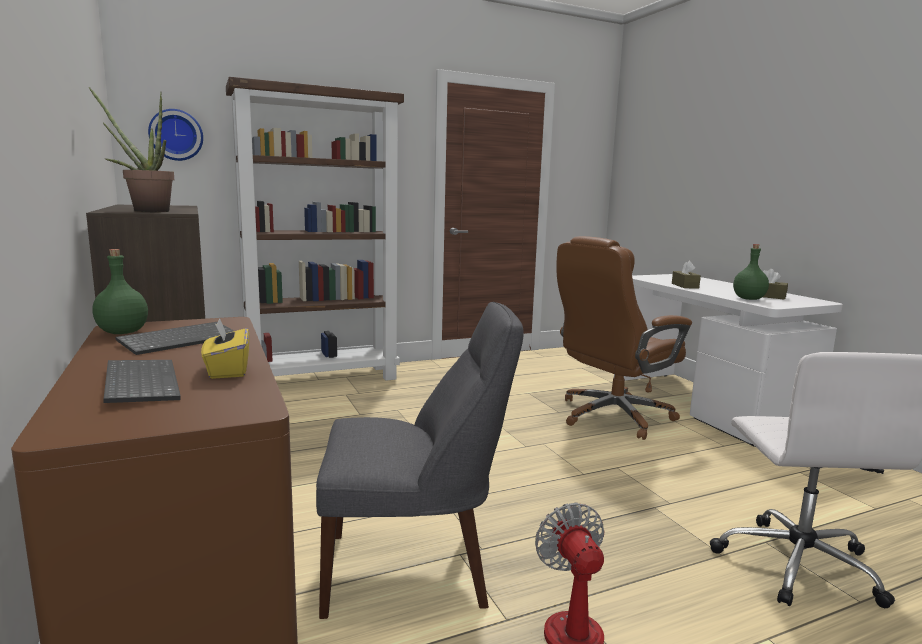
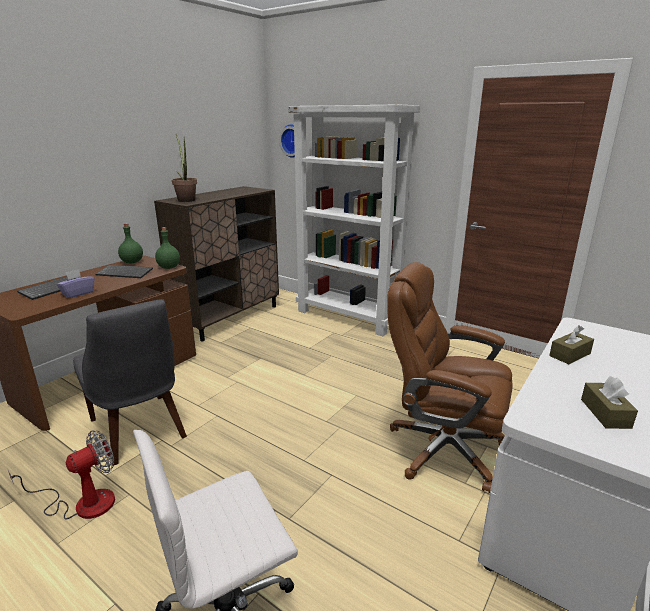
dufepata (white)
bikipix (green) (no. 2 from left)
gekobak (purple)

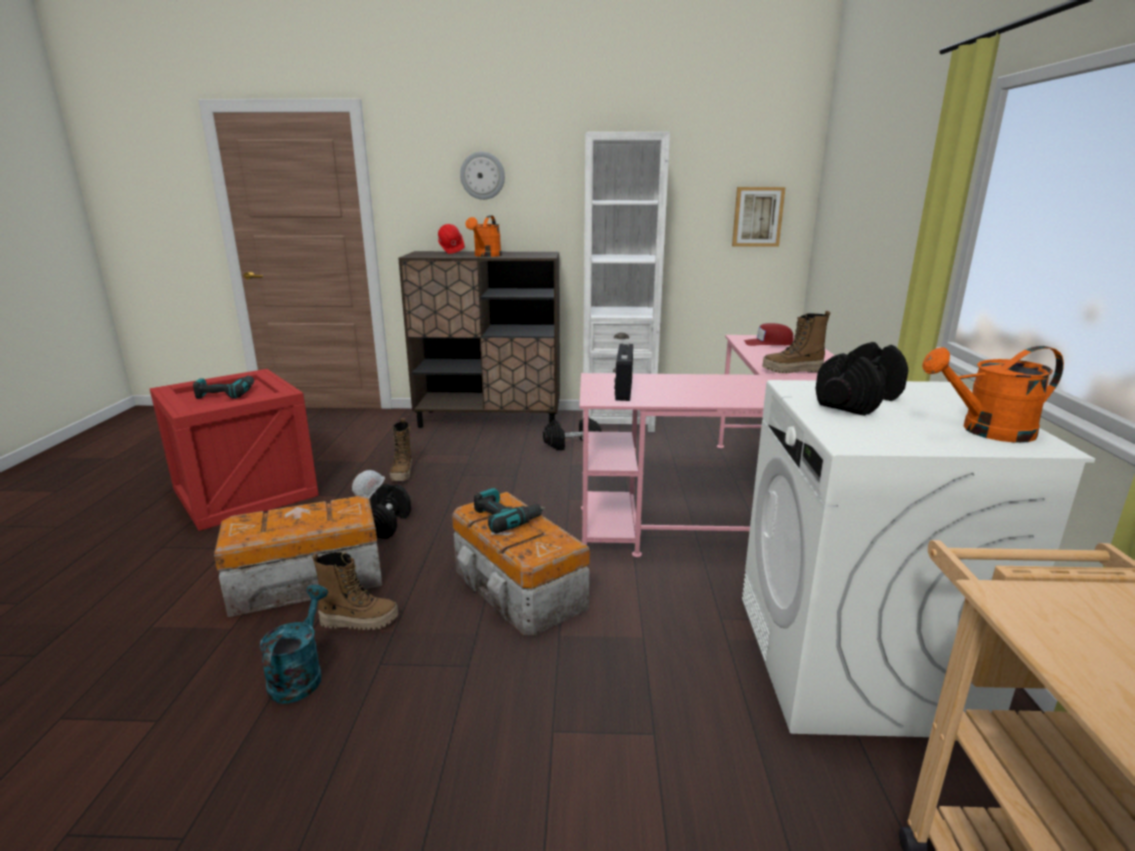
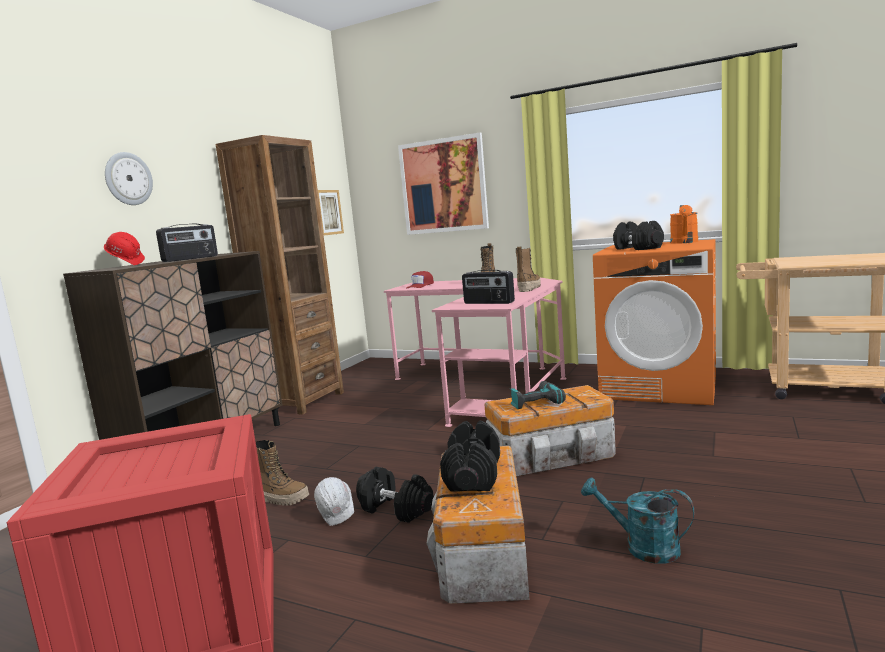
dufepata (brown)
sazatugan (no. 1 from left)
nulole (no. 1 from left in the first image)
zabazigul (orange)
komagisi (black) (no. 2 from left)
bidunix (no. 3 from left)
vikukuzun (no. 2 from left)

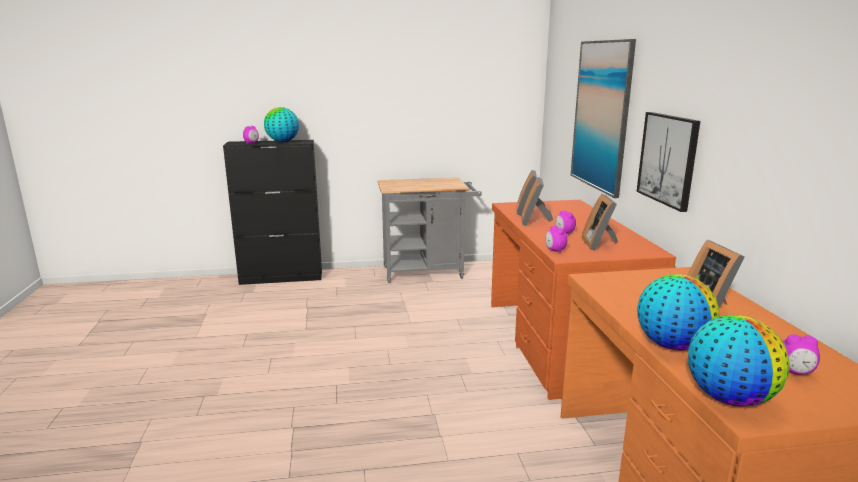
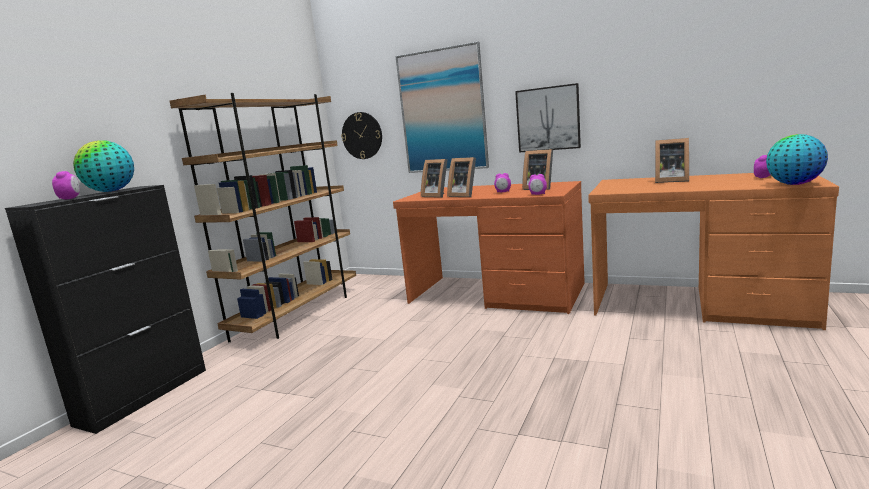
dufepata (brown)
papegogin (no. 2 from left in the first image)
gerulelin

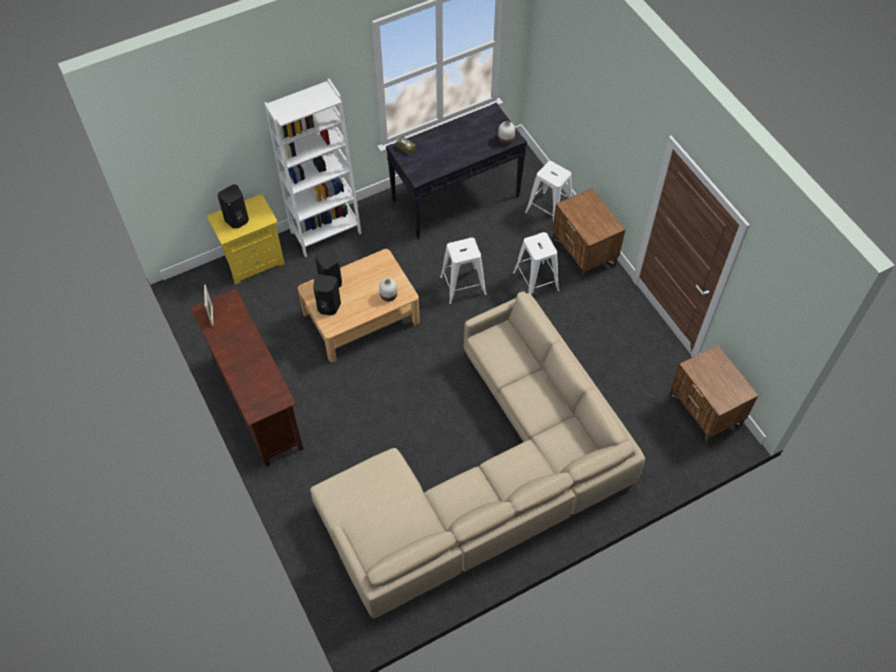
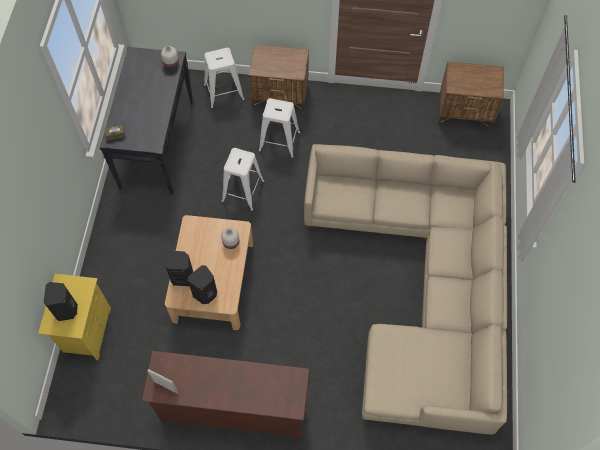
dufepata (white)

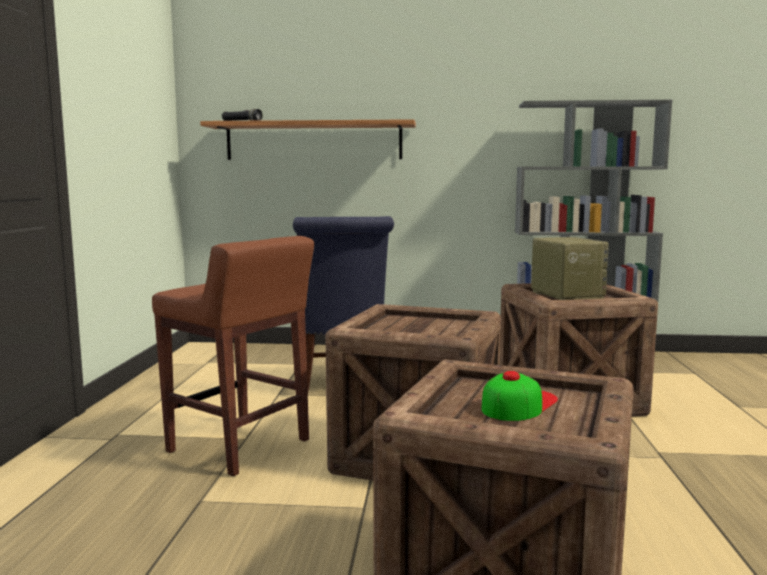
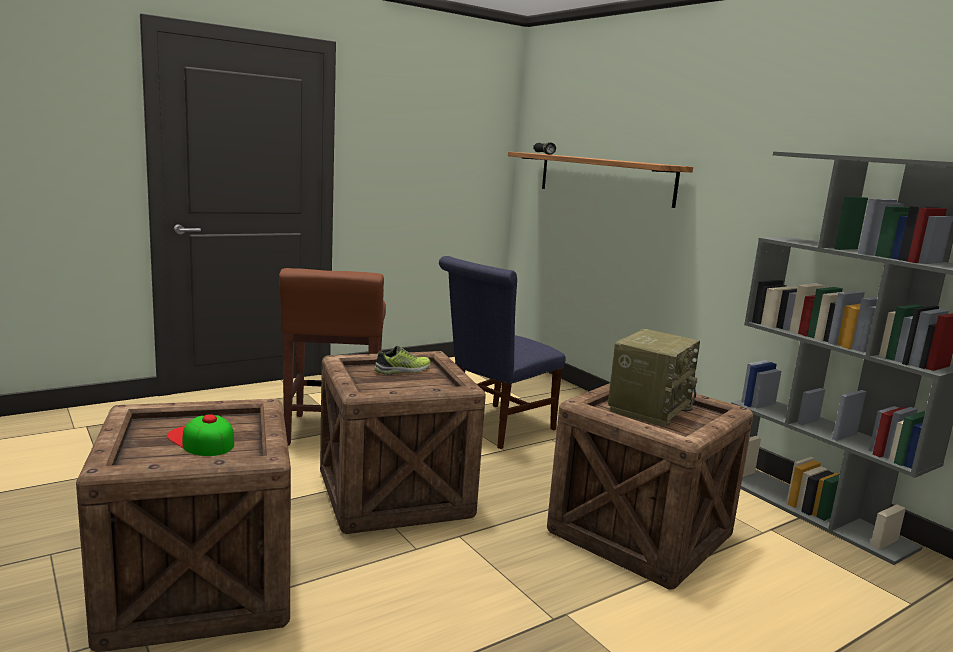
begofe
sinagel

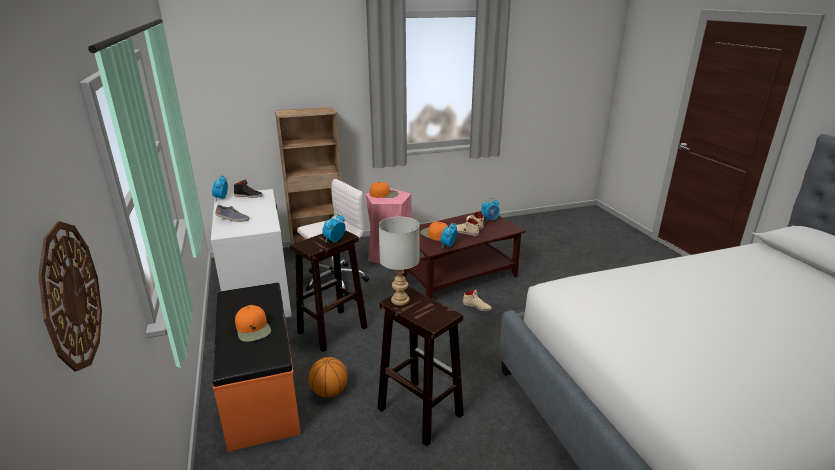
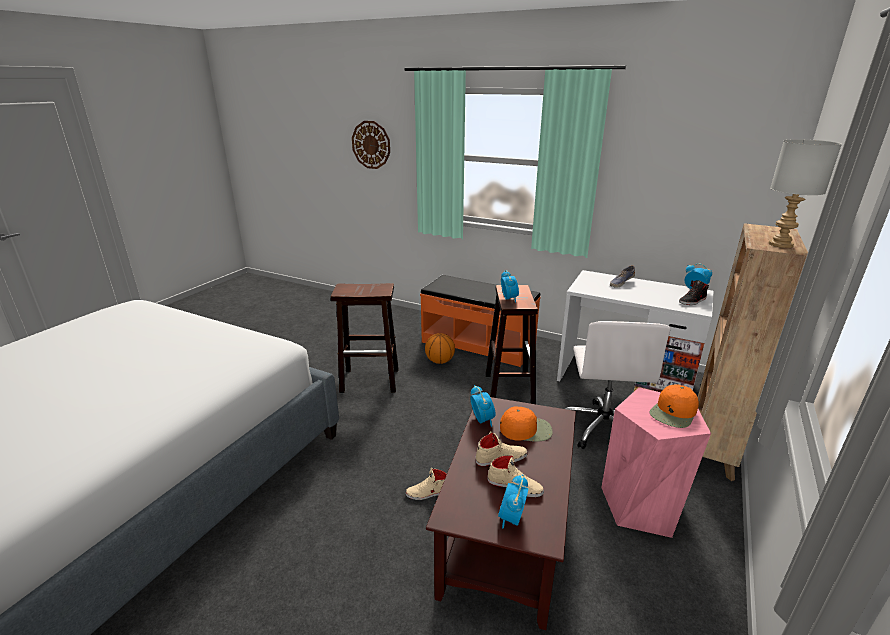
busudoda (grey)
begofe (orange) (no. 1 from left in the first image)

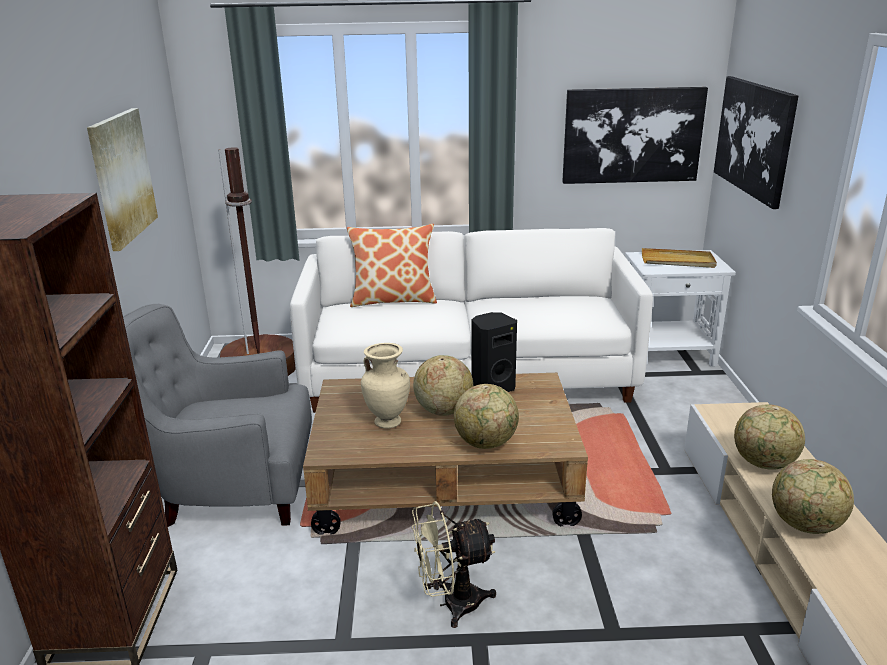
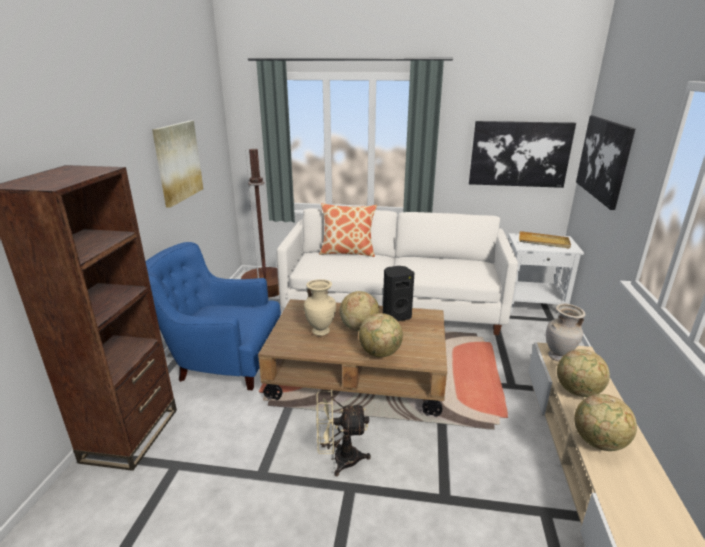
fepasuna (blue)
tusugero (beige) (no. 2 from left)

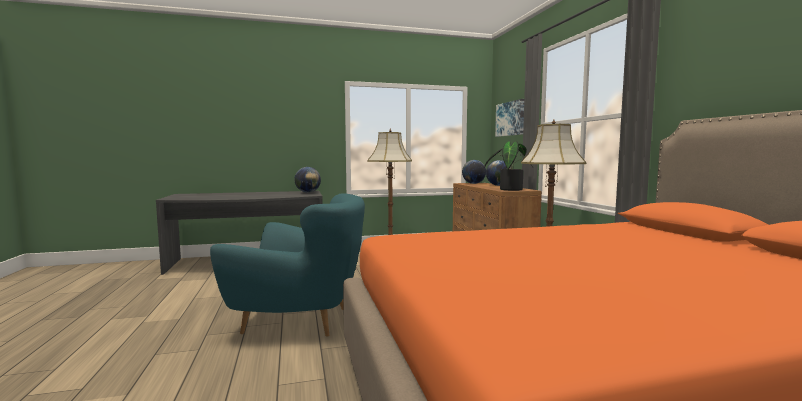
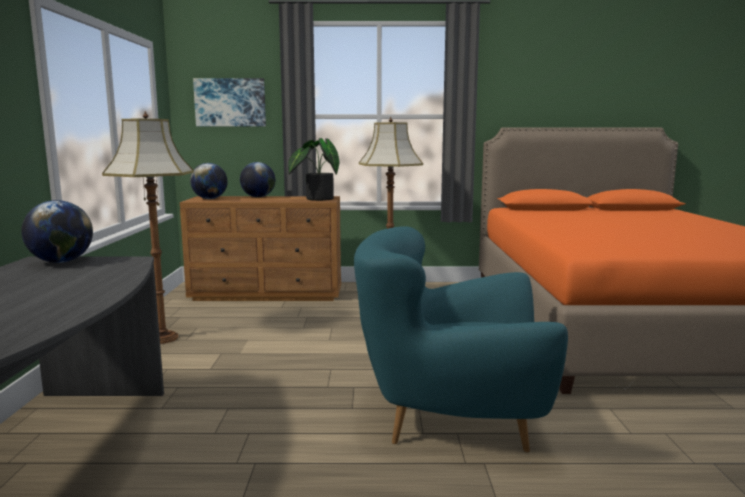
fepasuna (turquoise)

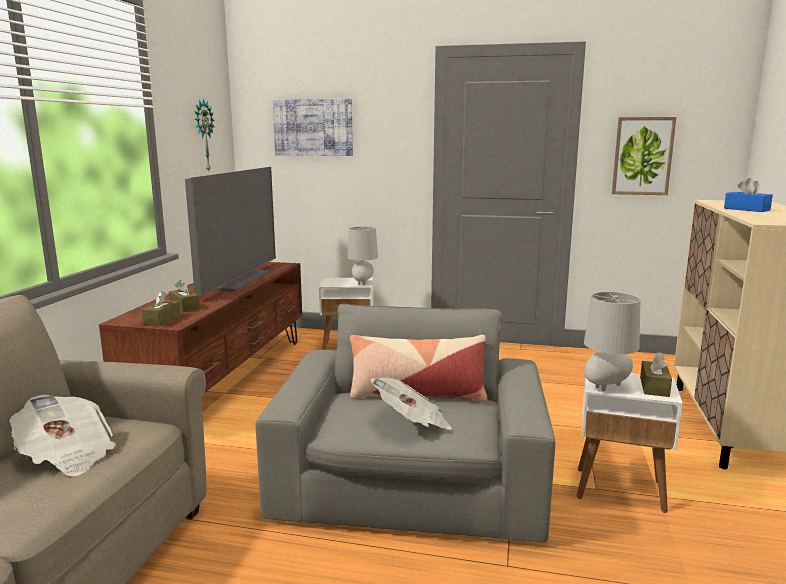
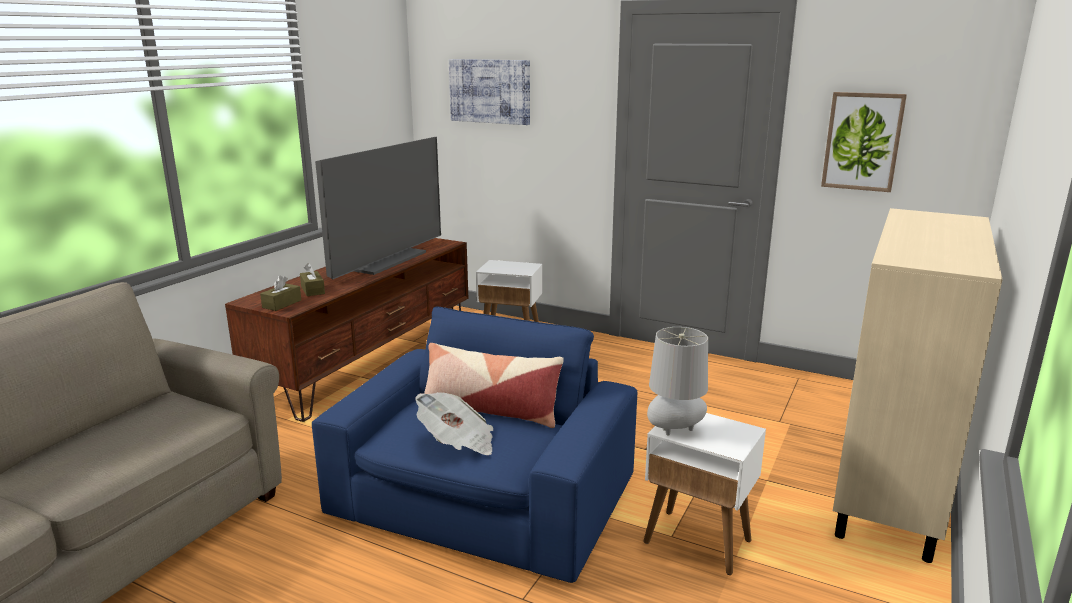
gerulelin
gekobak (blue)
busudoda (grey) (no. 1 from left in the first image)
fepasuna (blue)
gekobak (brown) (no. 3 from left in the first image)
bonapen (no. 1 from left in the first image)

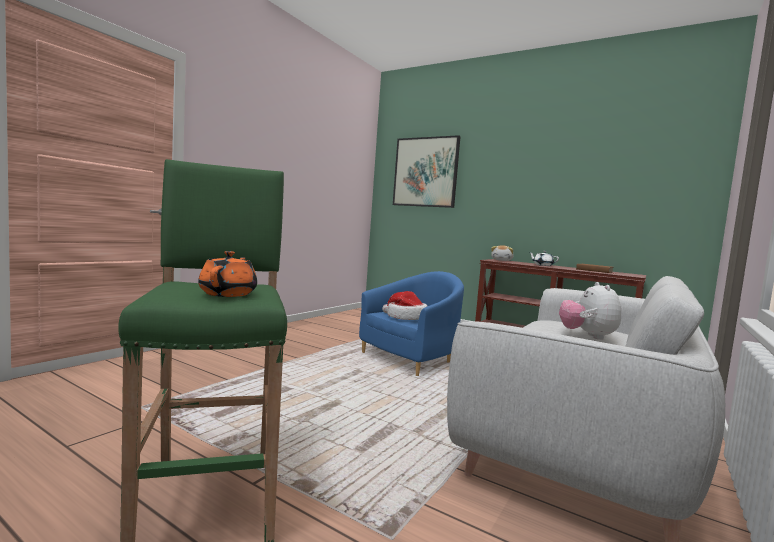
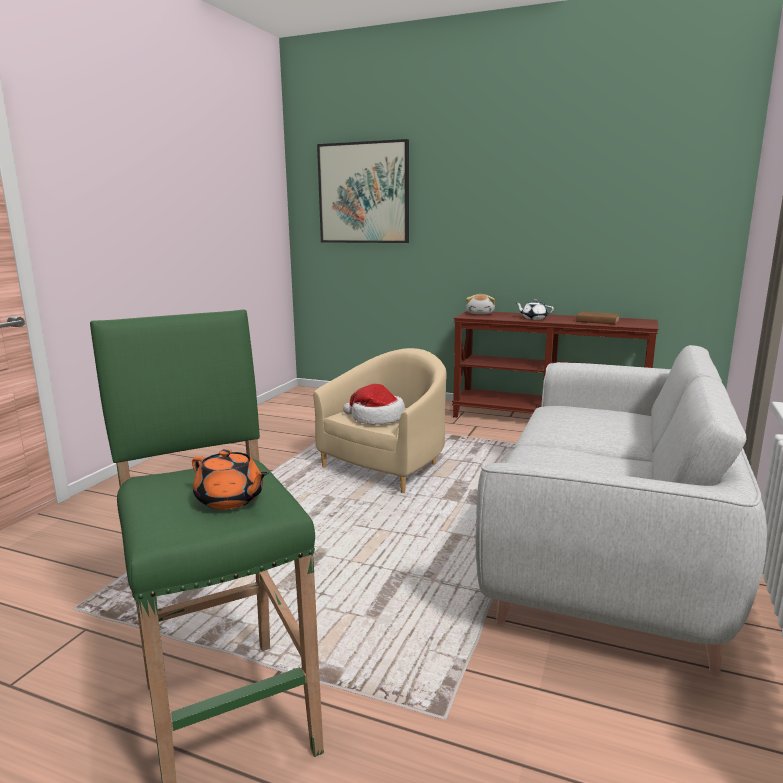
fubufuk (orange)
fepasuna (beige)
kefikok (no. 2 from left in the first image)

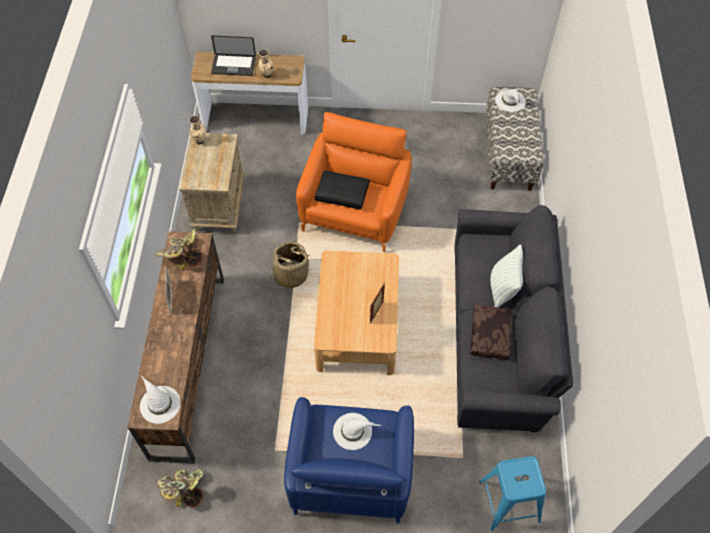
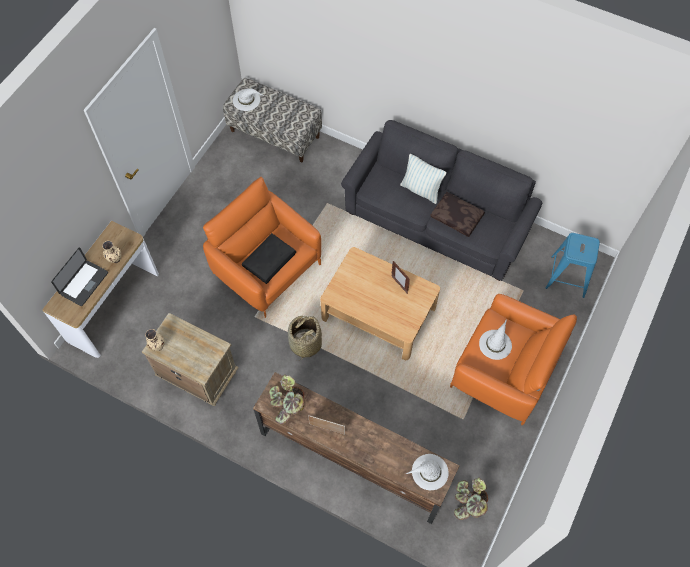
fepasuna (orange) (no. 2 from left)

